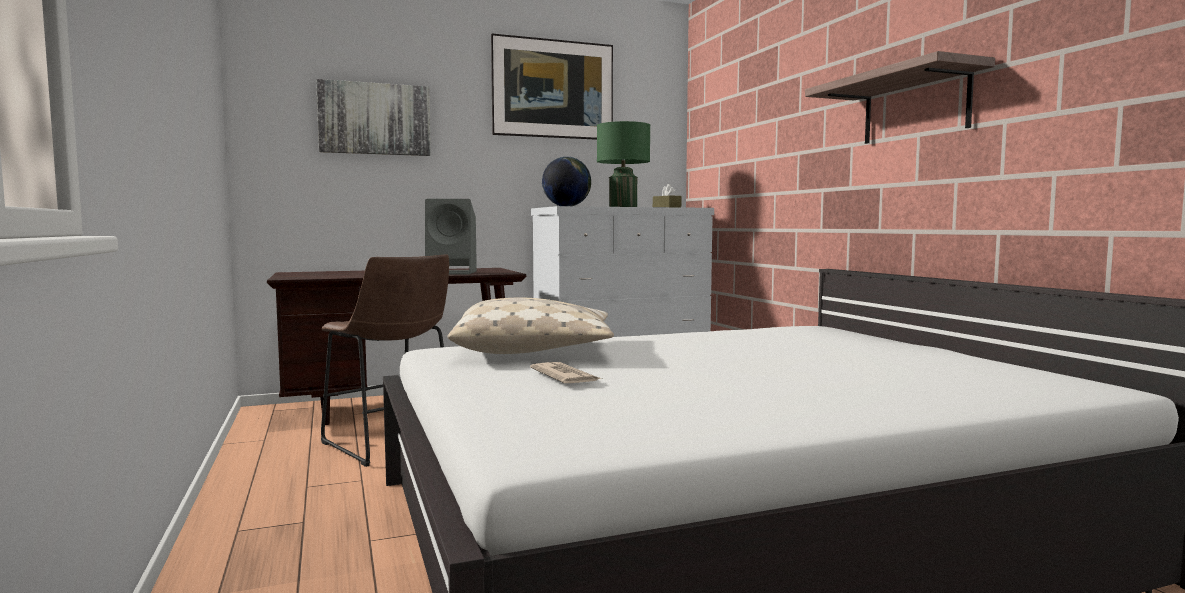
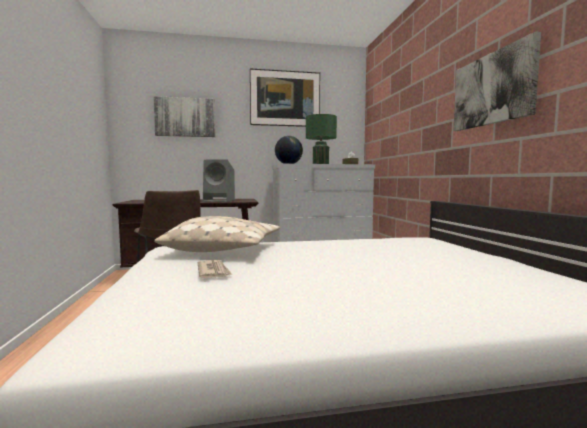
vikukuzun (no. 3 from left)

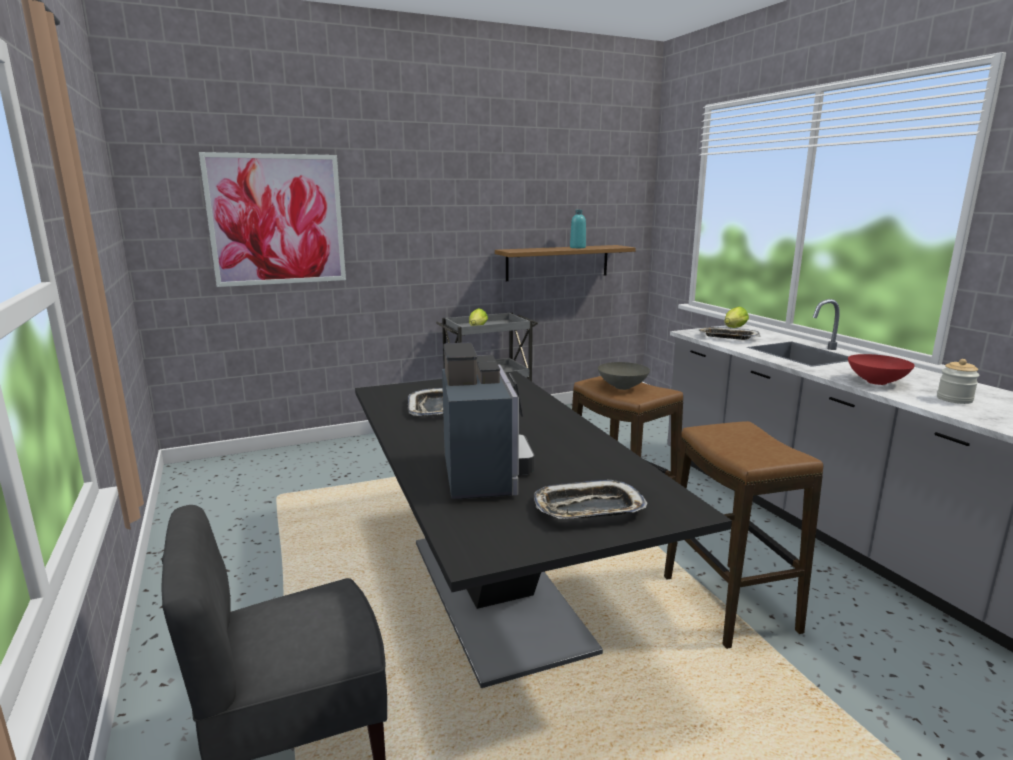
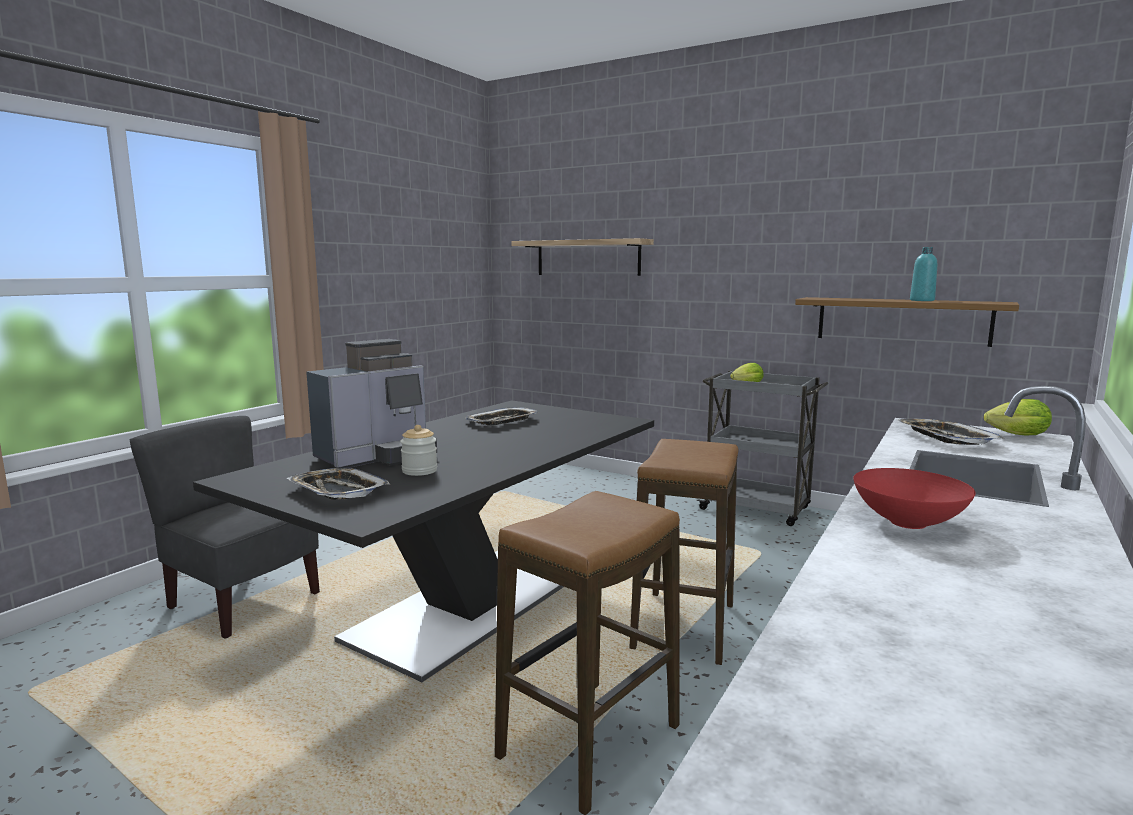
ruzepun (no. 1 from left)
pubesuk
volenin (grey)

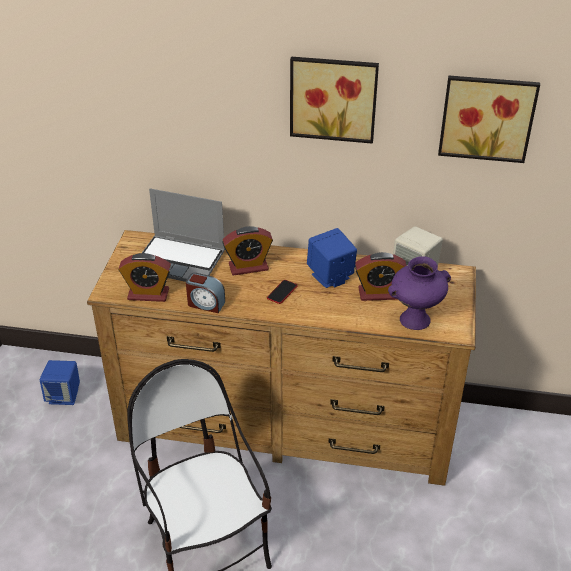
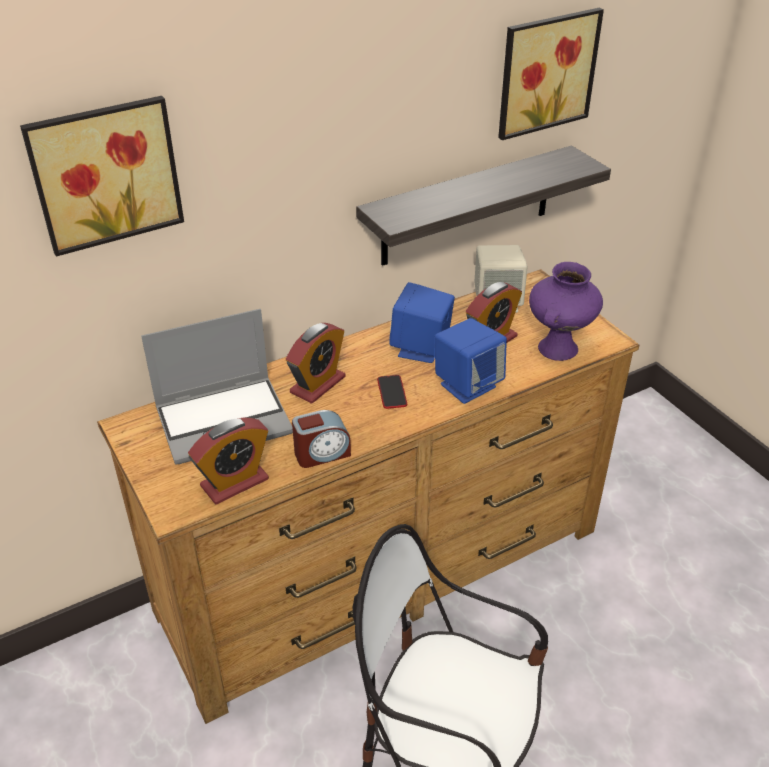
vikukuzun (no. 1 from left)
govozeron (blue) (no. 2 from left)
ruzepun

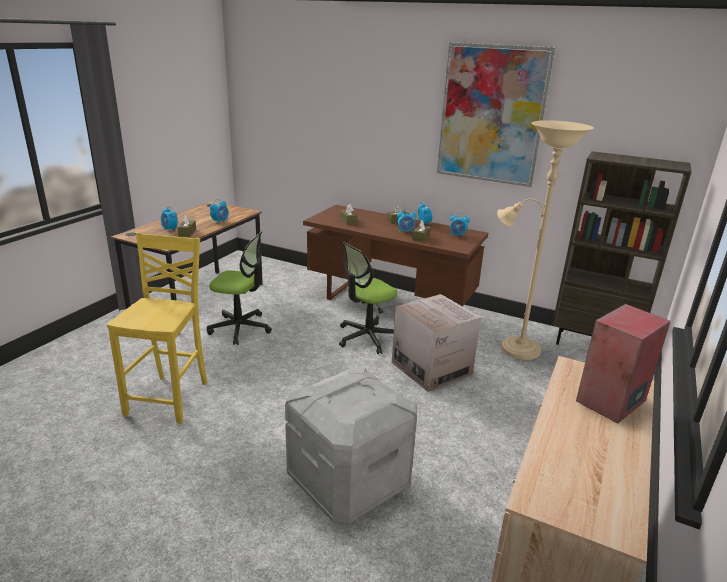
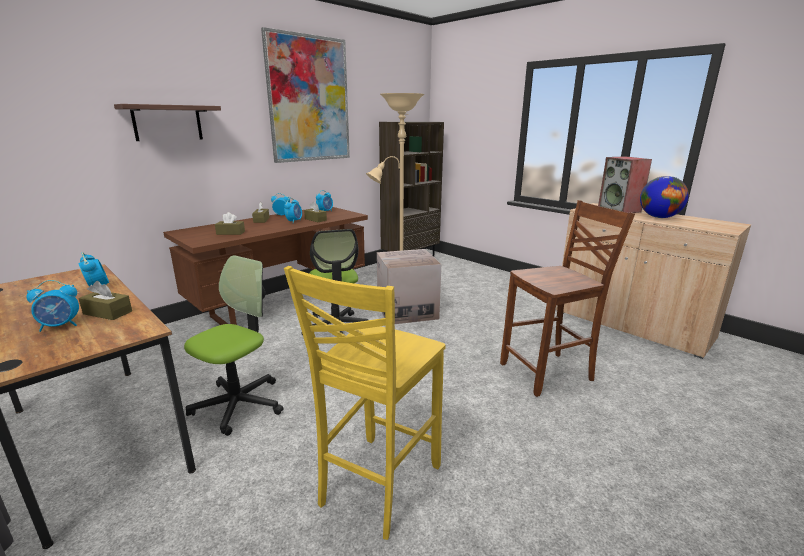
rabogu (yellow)
rabogu (brown)
ruzepun
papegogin

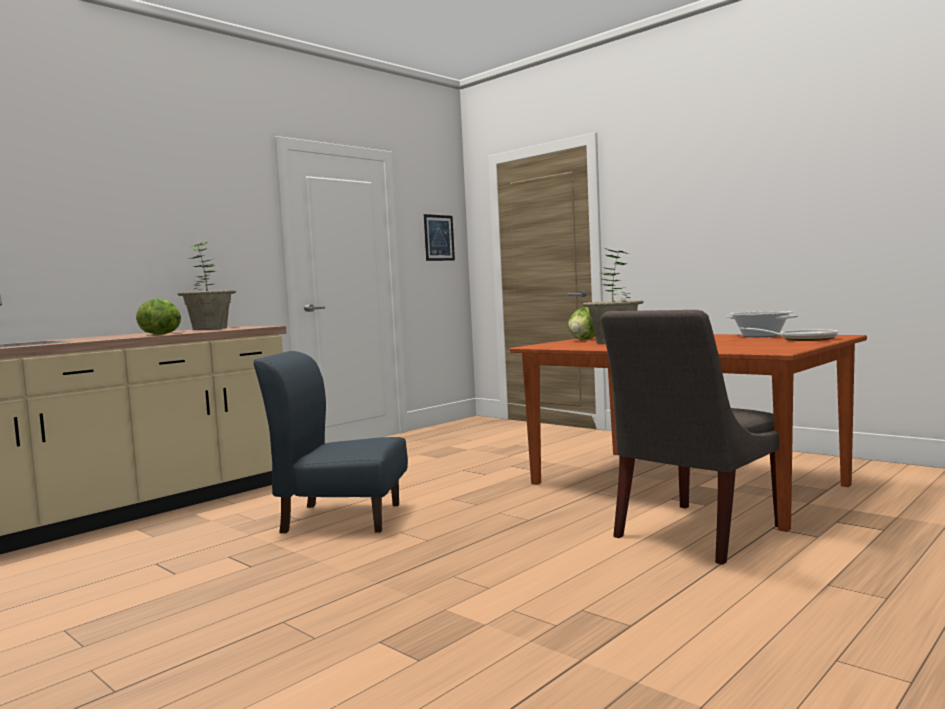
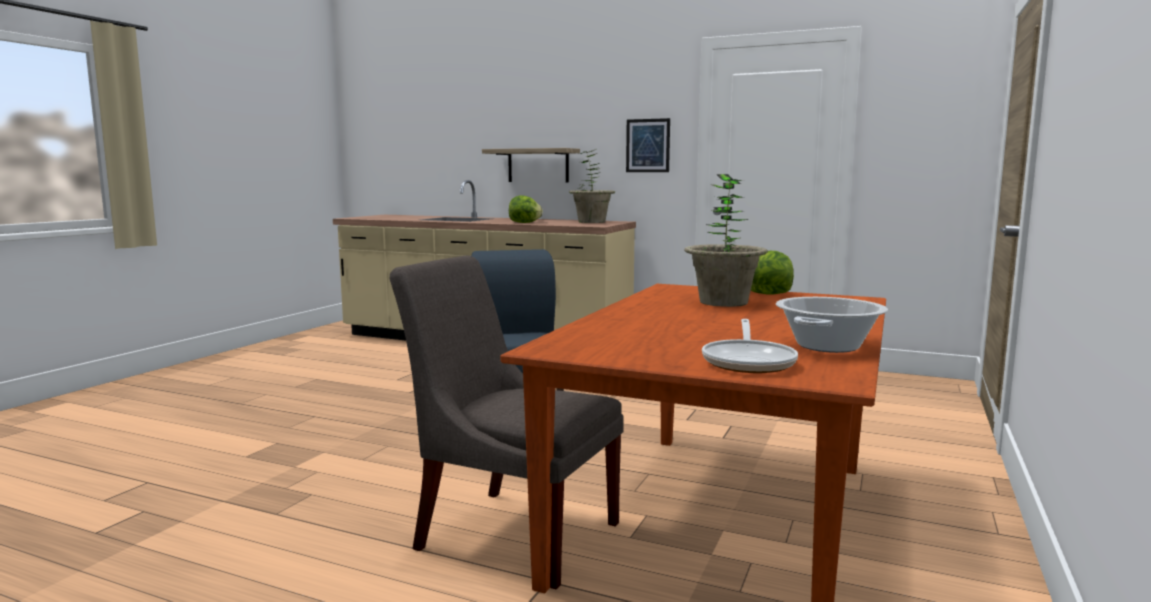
vikukuzun
ruzepun

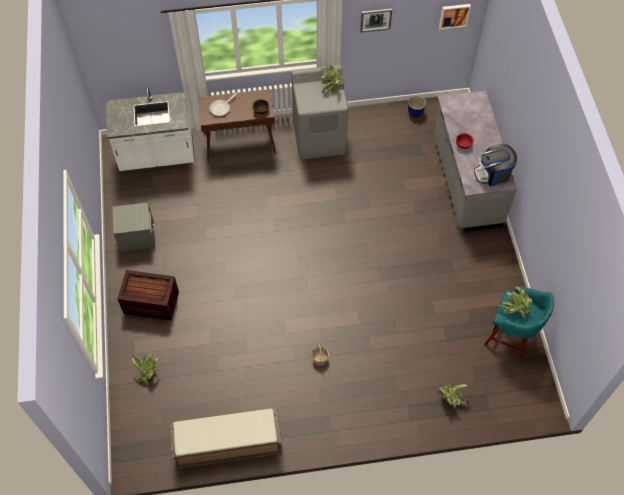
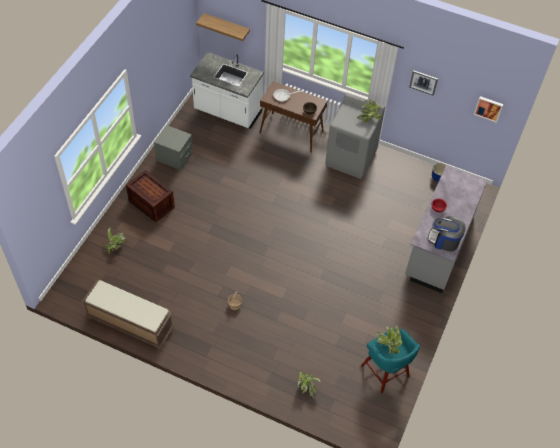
ruzepun

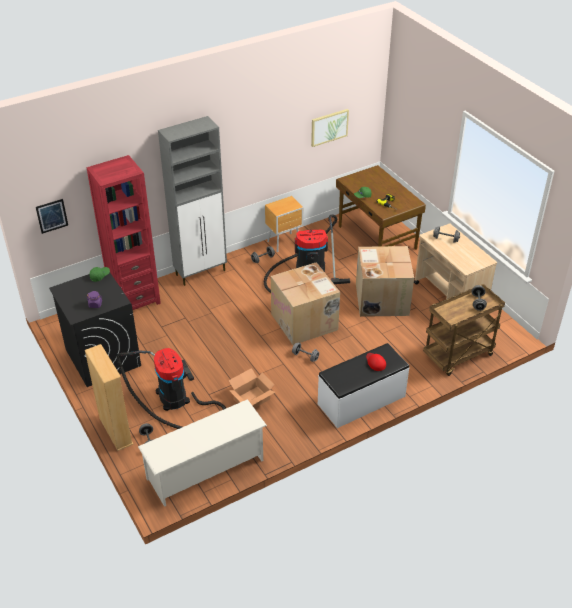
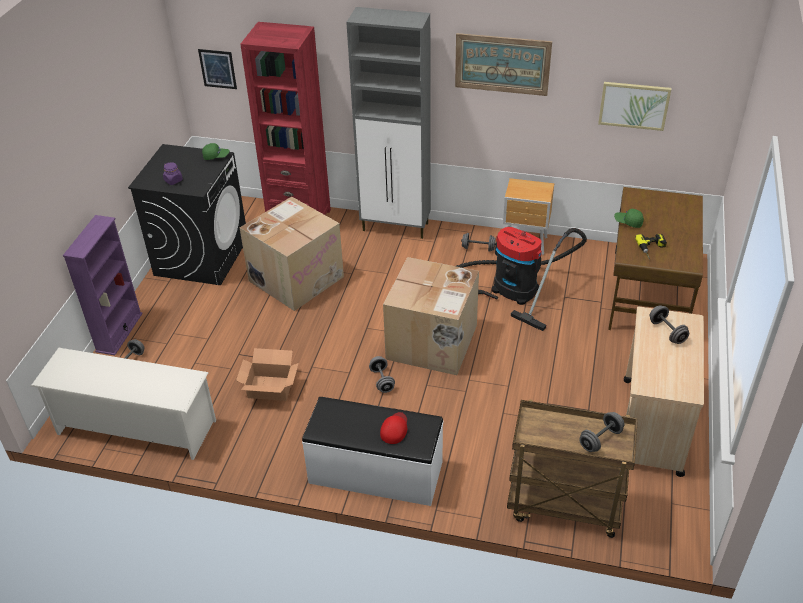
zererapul (no. 2 from left)
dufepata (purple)
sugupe (no. 1 from left in the first image)
vikukuzun (no. 2 from left)

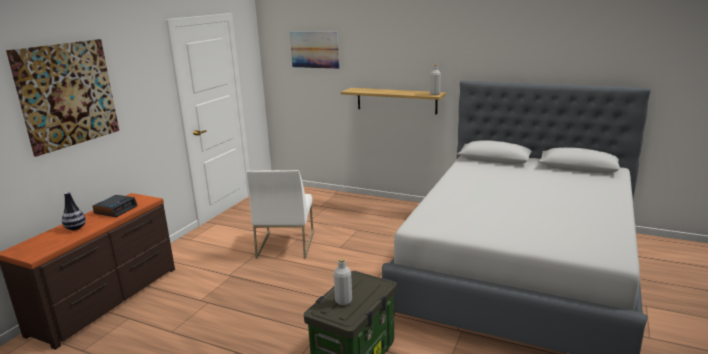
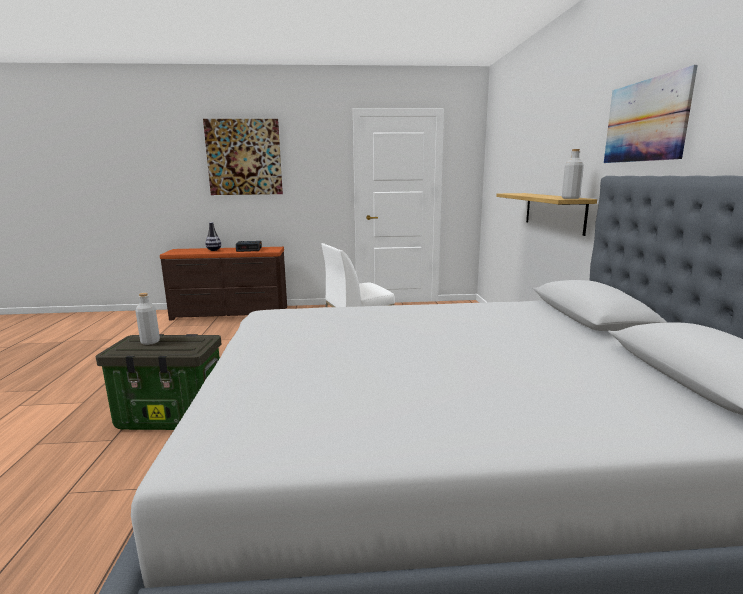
vikukuzun (no. 2 from left)

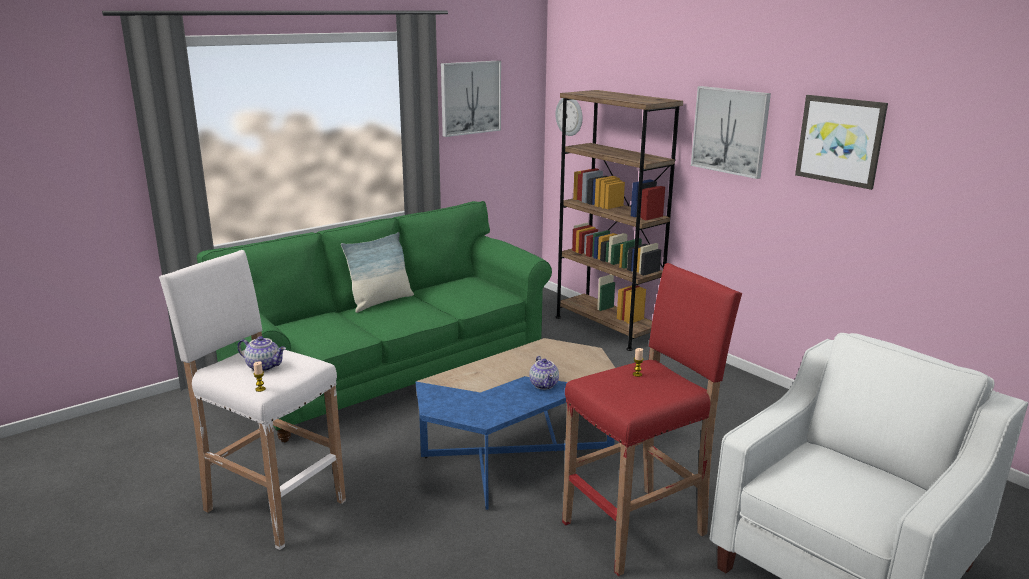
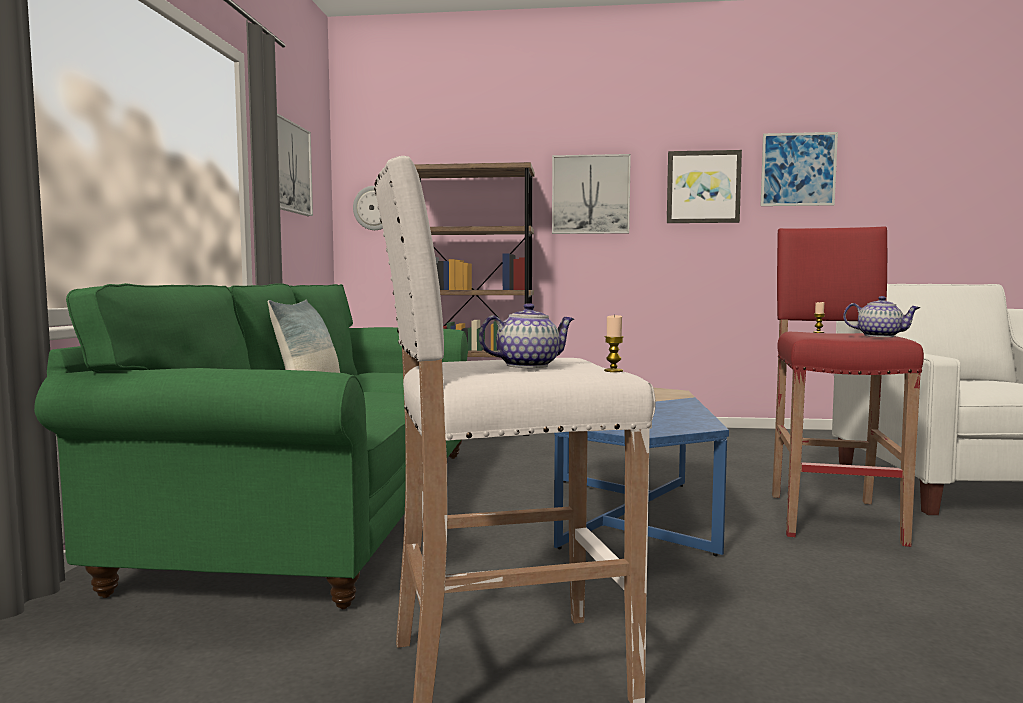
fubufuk (no. 2 from left)
vikukuzun (no. 4 from left)

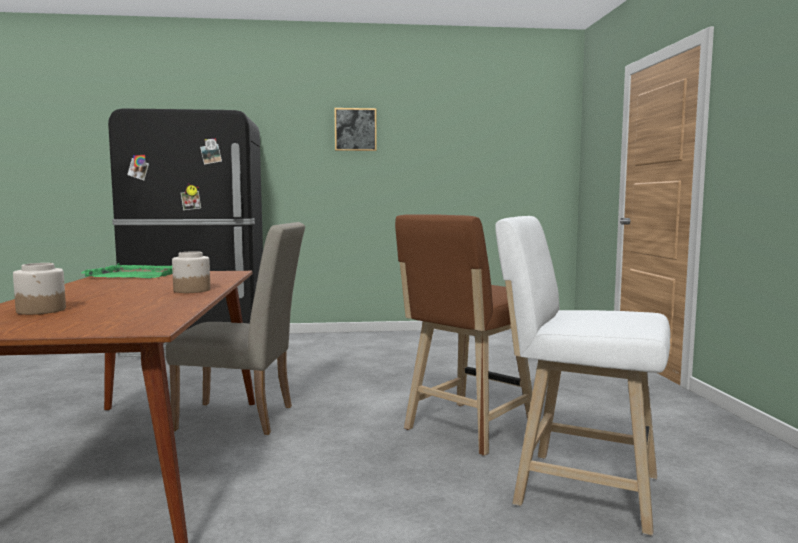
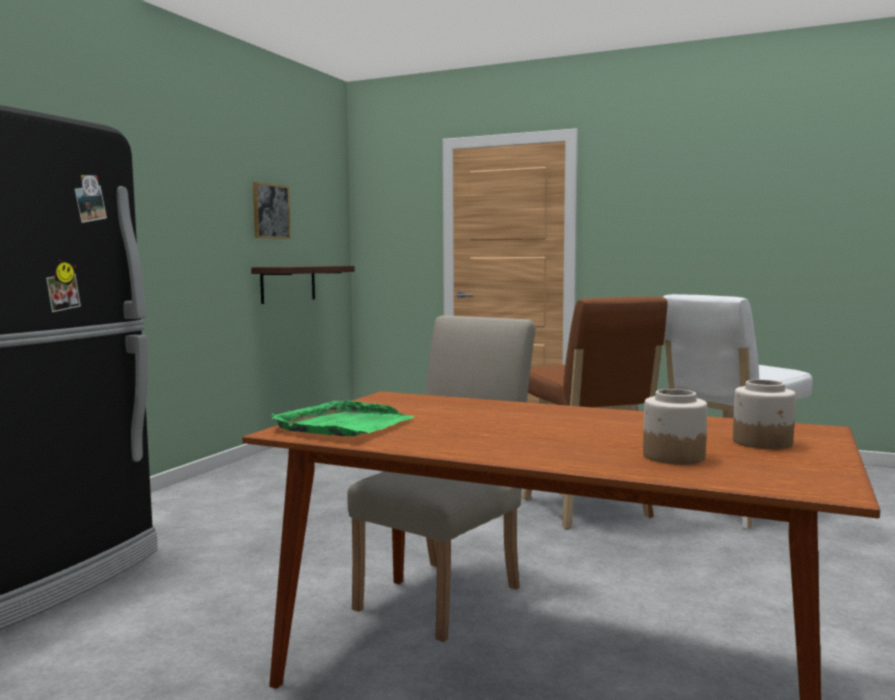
vikukuzun
pubesuk (no. 2 from left)
ruzepun

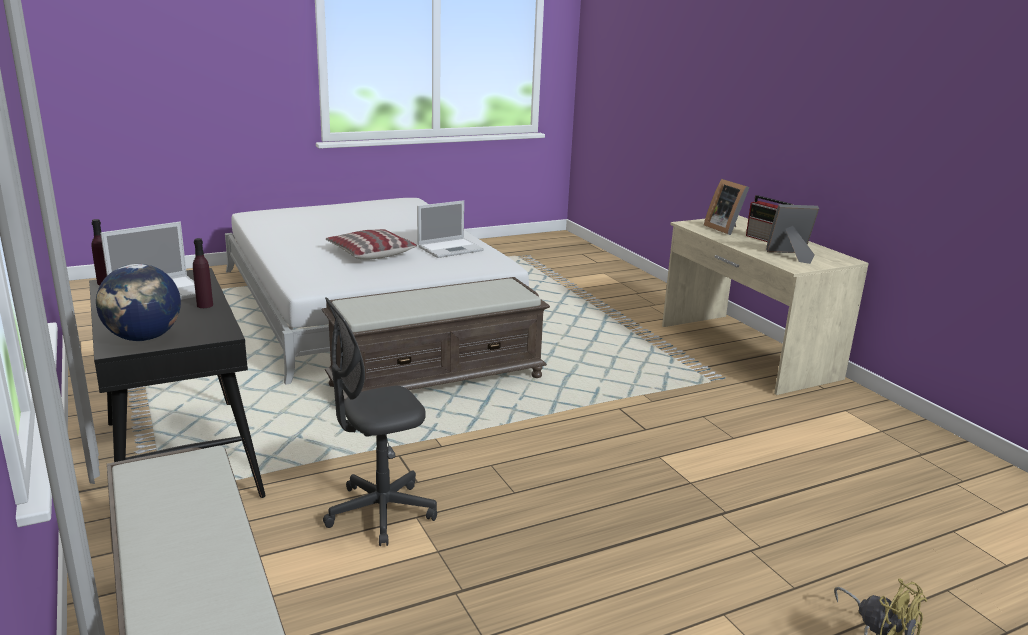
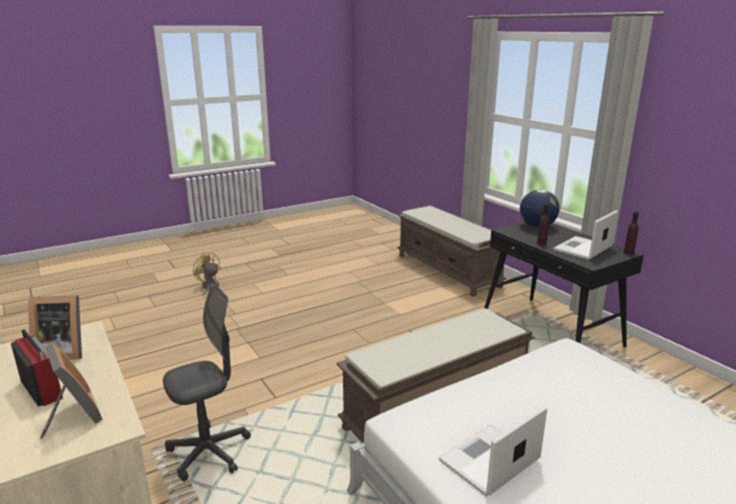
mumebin
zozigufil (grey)

